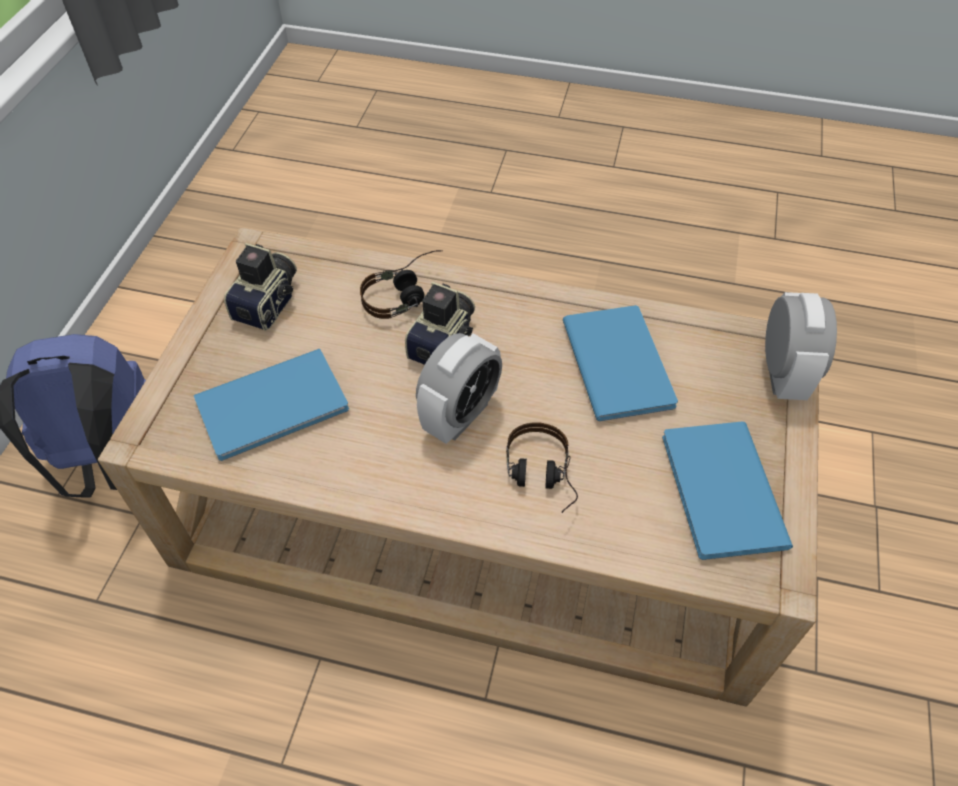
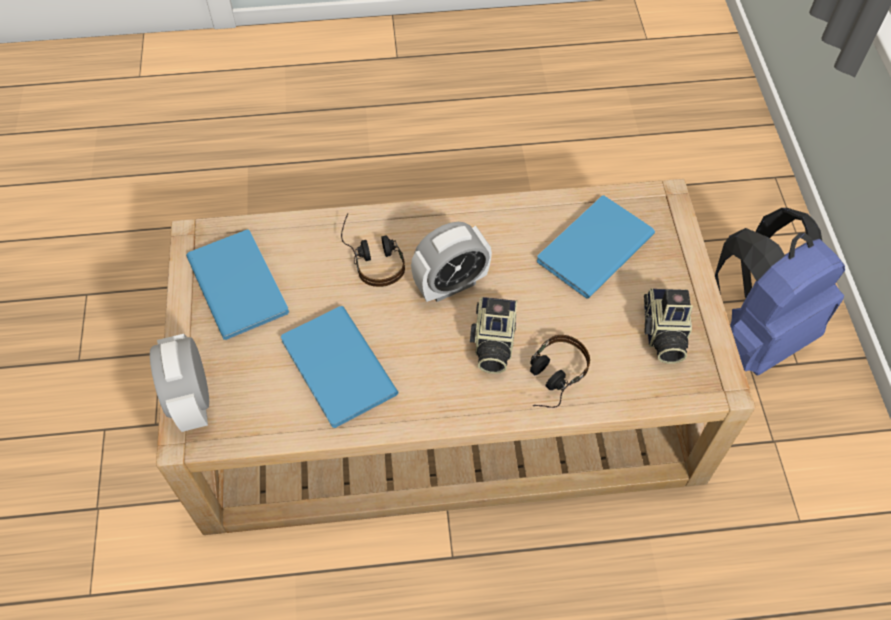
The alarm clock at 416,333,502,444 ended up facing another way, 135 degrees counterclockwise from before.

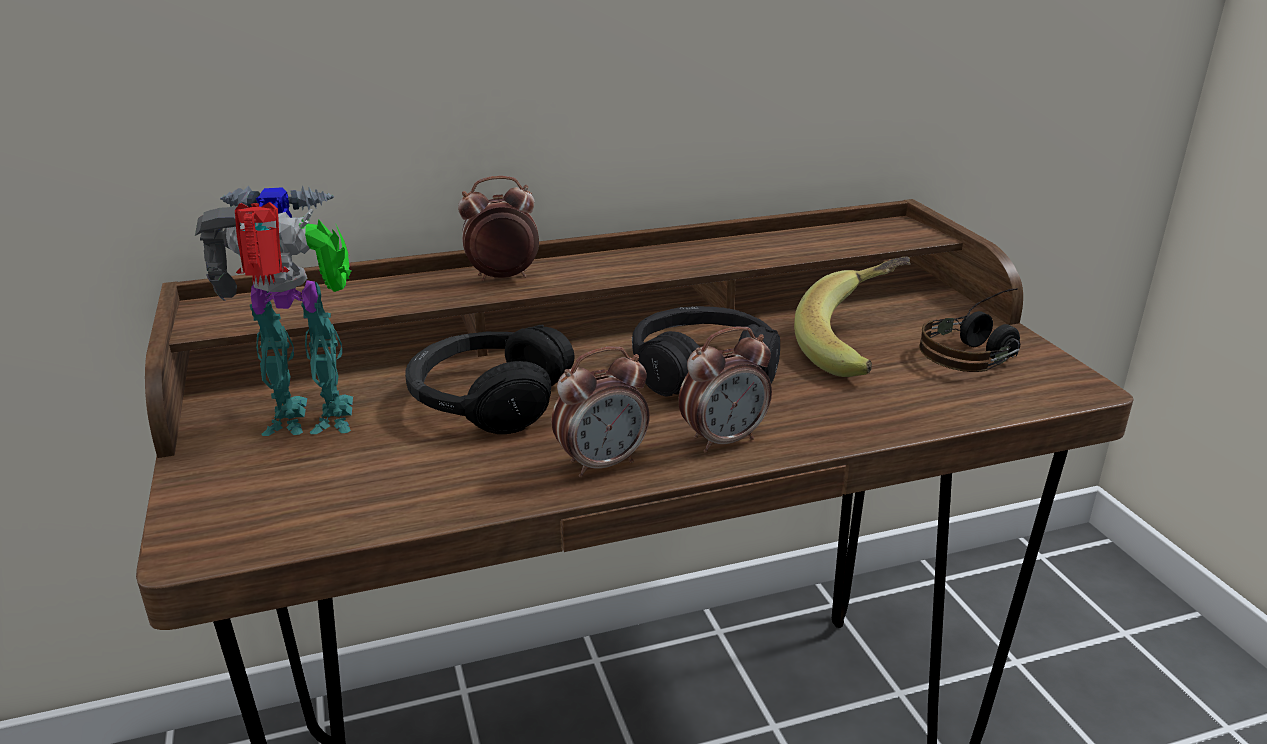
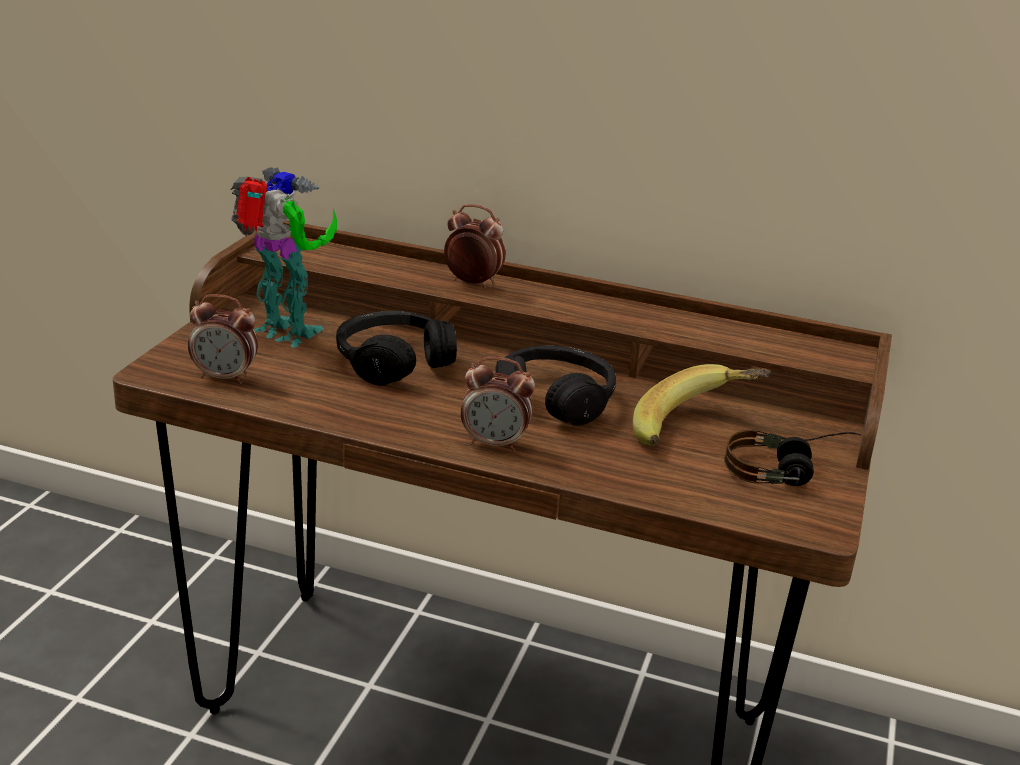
The alarm clock ended up elsewhere, having gone from 551,347,650,478 to 188,294,258,384.

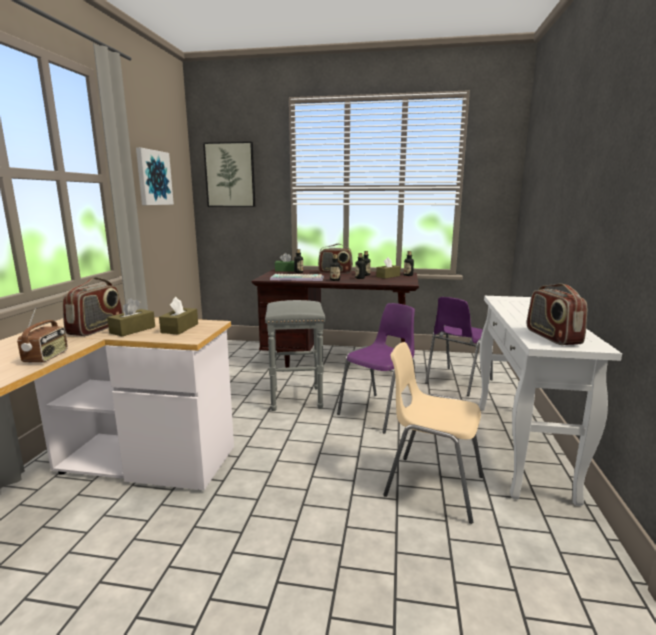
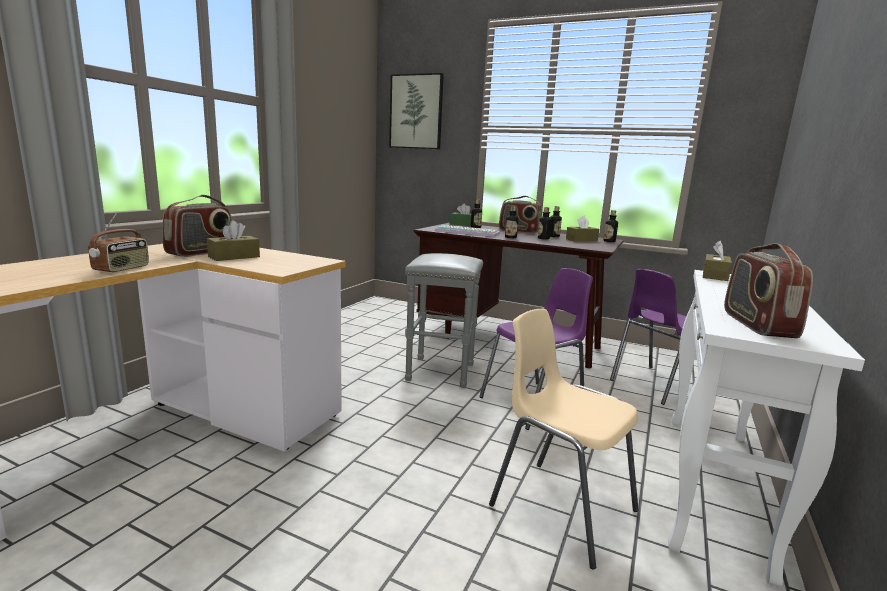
The second view lost the picture at 136,147,174,205.
The brown tissue box ended up elsewhere, having gone from 159,297,198,335 to 703,241,732,281.

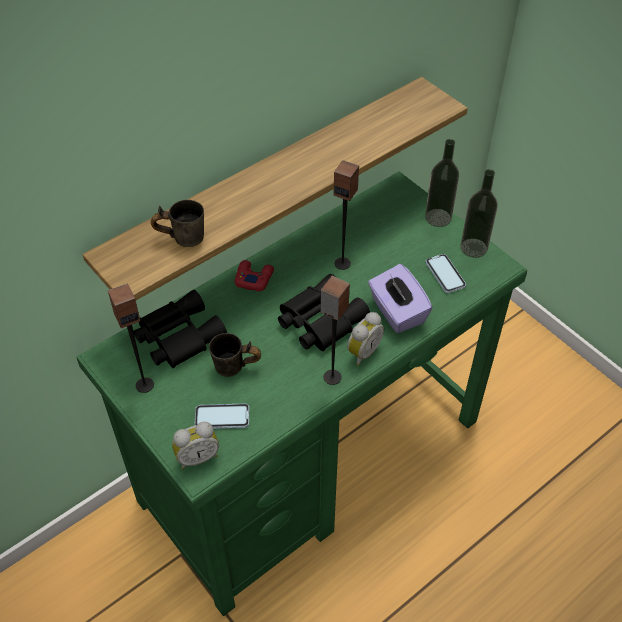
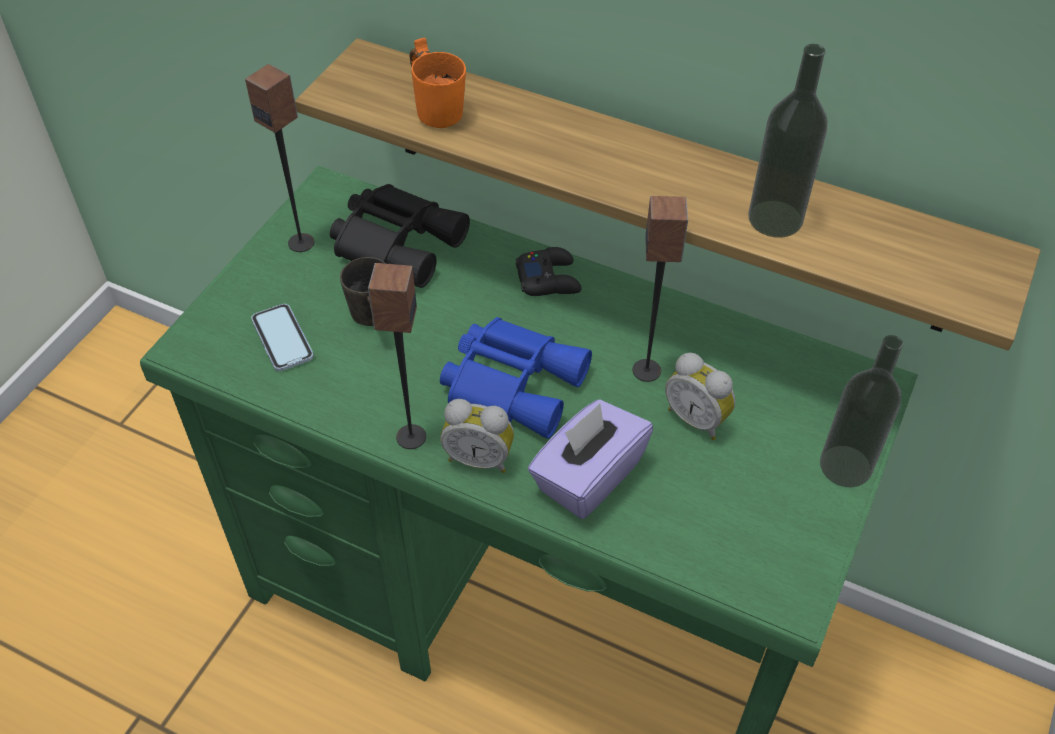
The second view lost the phone at 426,254,466,293.
The alarm clock ended up elsewhere, having gone from 172,422,219,469 to 665,353,735,440.
The bottle ended up elsewhere, having gone from 460,169,498,258 to 748,44,828,238.
What was the grey mug at 151,200,204,247 turned into the orange mug at 409,38,466,128.
What was the red game controller at 235,260,274,292 turned into the black game controller at 516,247,582,296.
What was the black binoculars at 278,274,370,351 turned into the blue binoculars at 440,317,592,439.

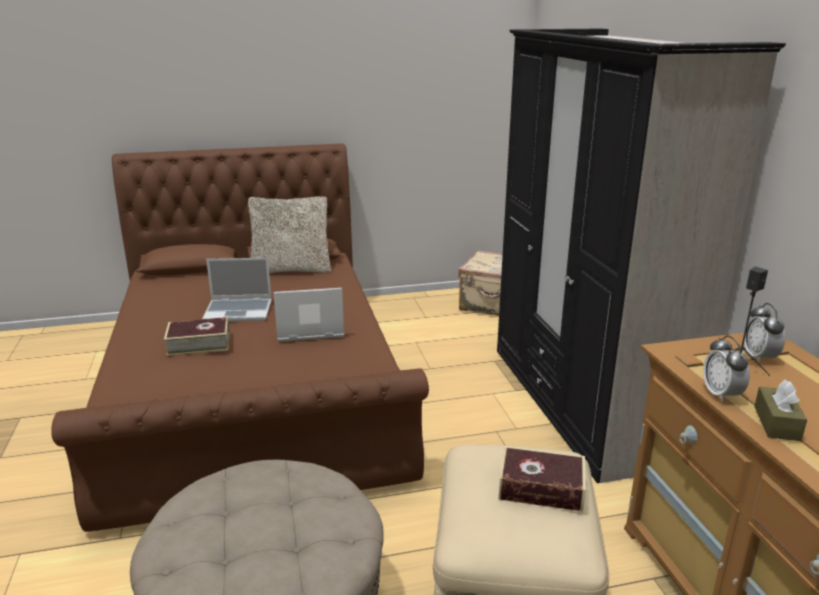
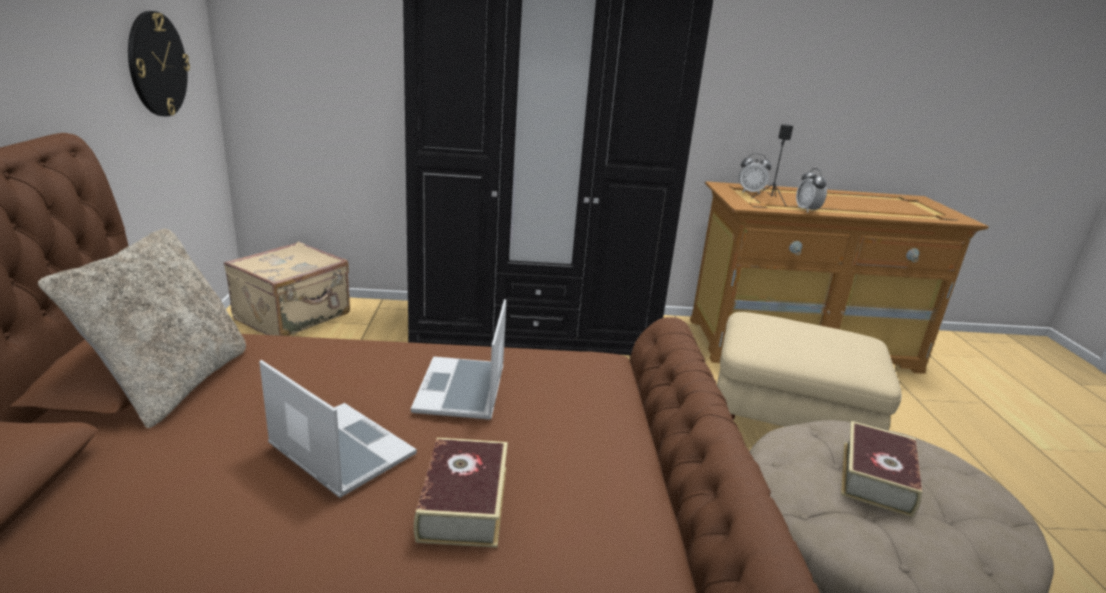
The second view lost the brown tissue box at 754,380,807,441.
The second view gained the wall clock at 128,11,190,117.
The book ended up elsewhere, having gone from 499,446,586,512 to 841,421,922,518.
The laptop at 202,258,272,322 ended up facing another way, 60 degrees counterclockwise from before.
The alarm clock at 703,335,750,402 ended up facing another way, 75 degrees clockwise from before.

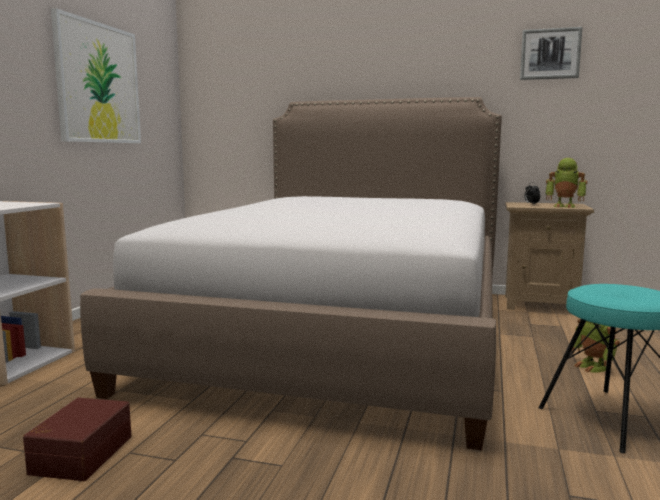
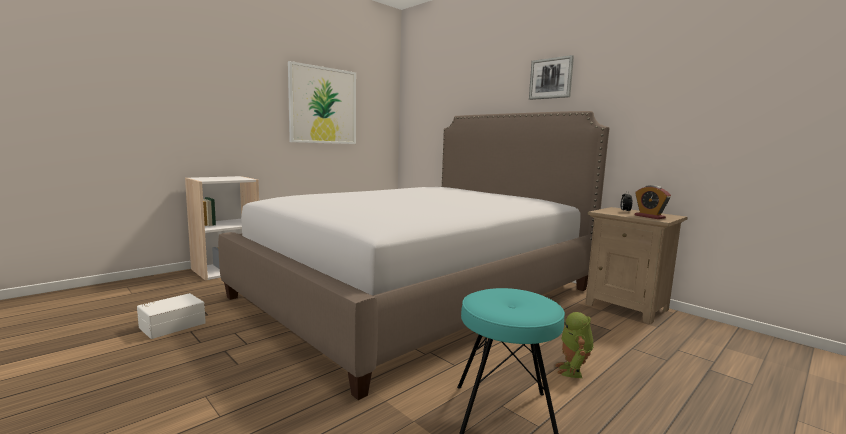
The picture ended up elsewhere, having gone from 520,27,582,80 to 529,55,574,100.
Where the toy robot stood at 545,158,587,208, the alarm clock came to stand at 635,185,671,219.
What was the brown storage box at 23,398,132,481 turned into the white storage box at 137,293,206,339.

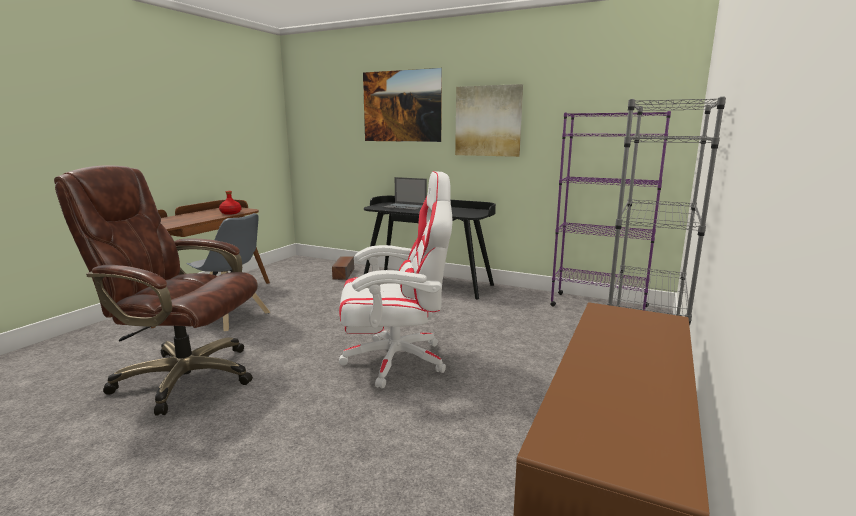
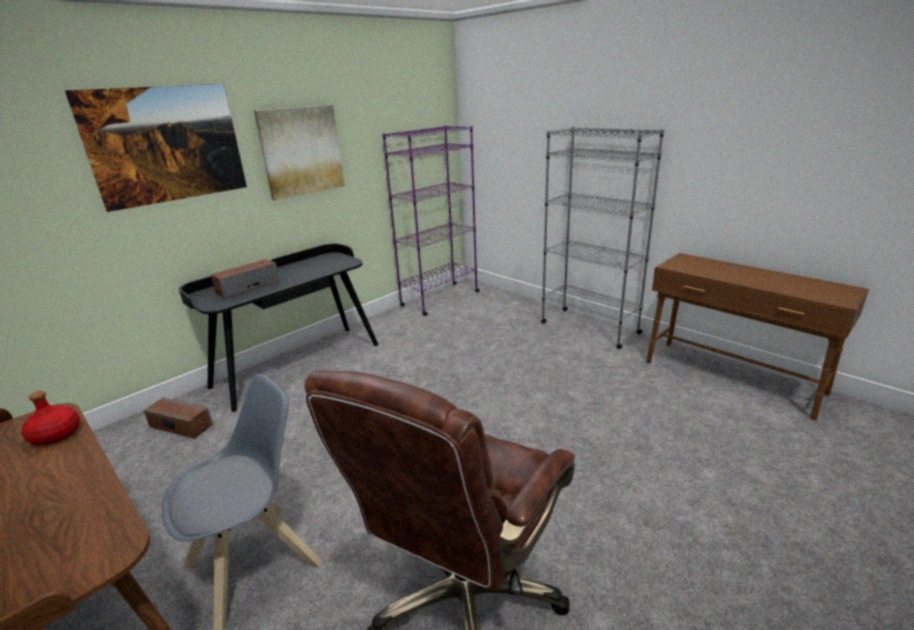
The second view lost the white office chair at 339,171,453,389.
Where the laptop stood at 382,177,427,211, the speaker came to stand at 211,259,280,299.

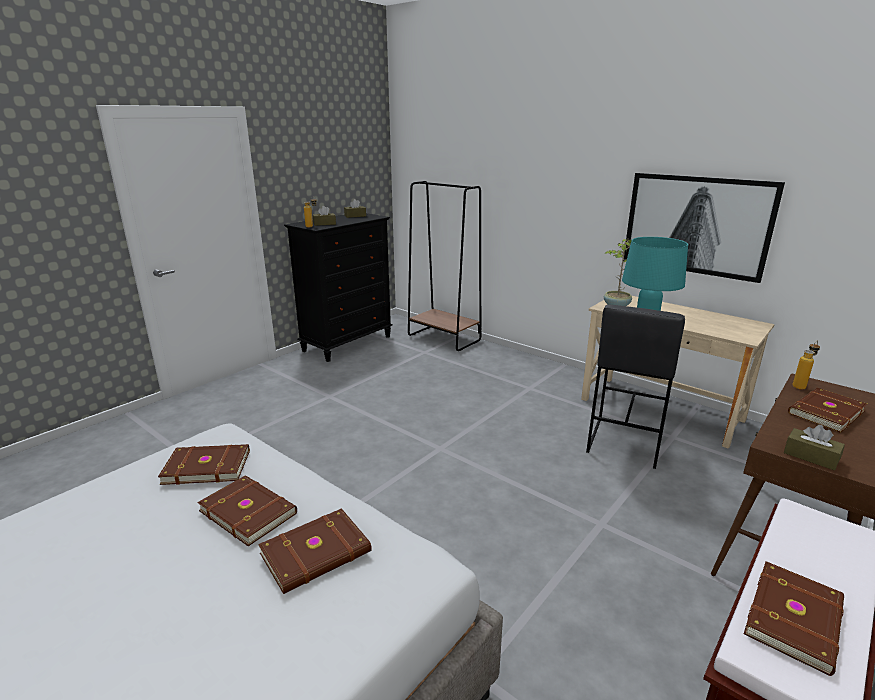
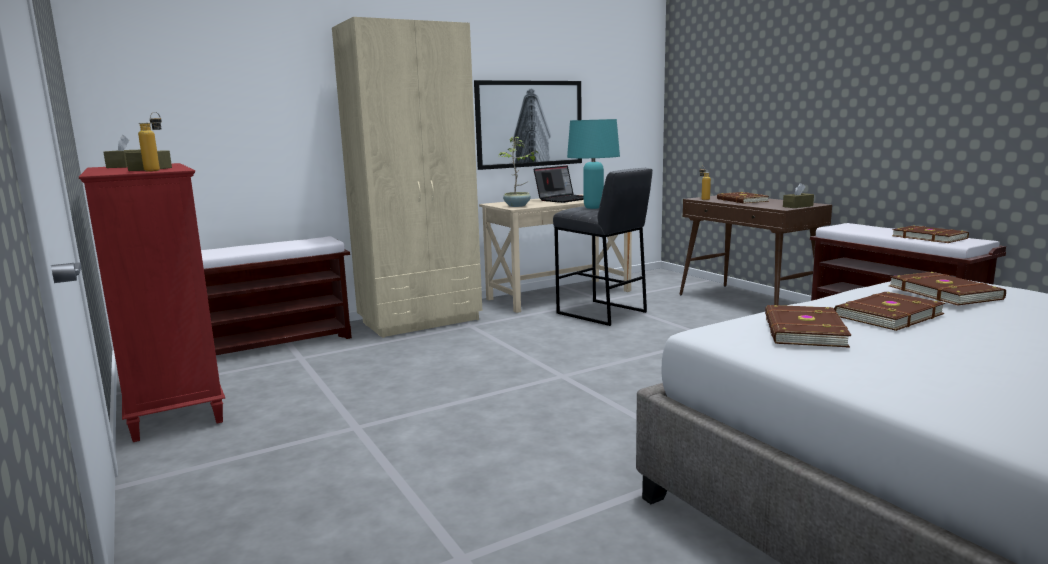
The second view gained the beige wardrobe at 332,17,482,338.
The second view gained the laptop at 534,166,584,203.
Where the clothes rack stood at 408,181,481,351, the brown bench came to stand at 201,236,352,355.
What was the black dresser at 284,213,392,362 turned into the red dresser at 79,163,225,442.

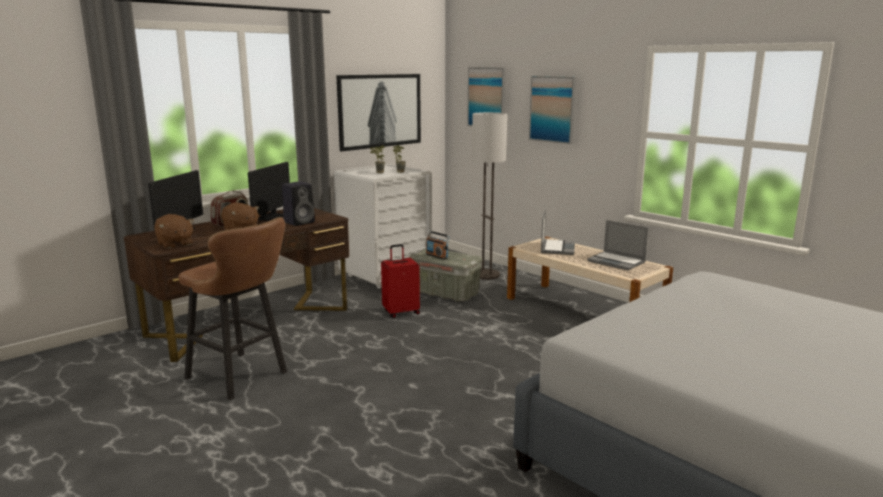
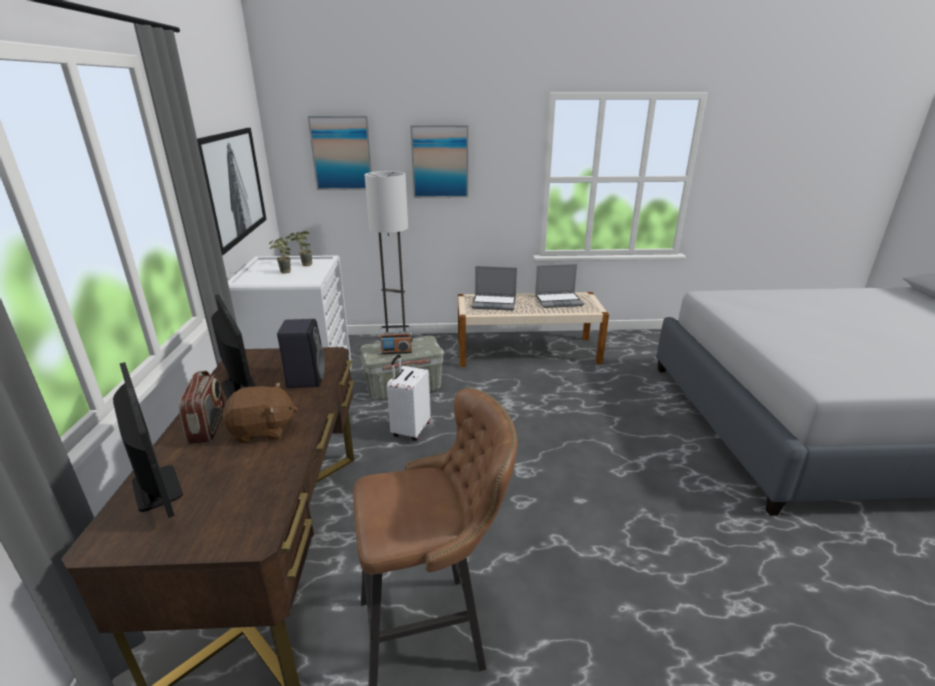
The second view lost the brown plush toy at 154,214,194,249.
What was the red suitcase at 381,244,420,318 turned into the white suitcase at 387,355,431,441.
The laptop at 541,210,575,255 ended up facing another way, 135 degrees clockwise from before.

